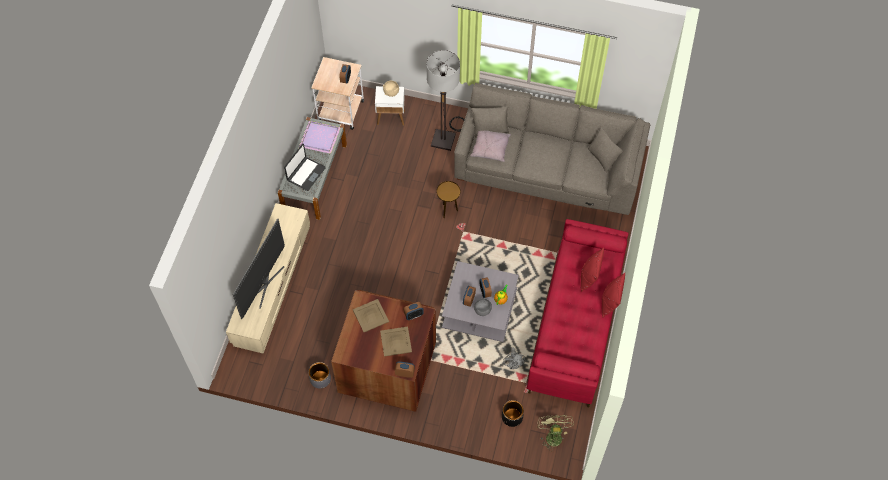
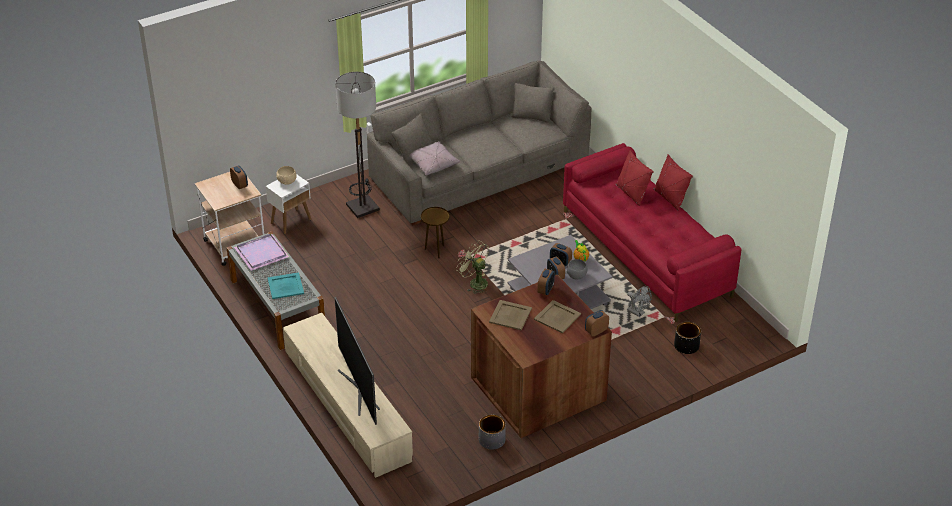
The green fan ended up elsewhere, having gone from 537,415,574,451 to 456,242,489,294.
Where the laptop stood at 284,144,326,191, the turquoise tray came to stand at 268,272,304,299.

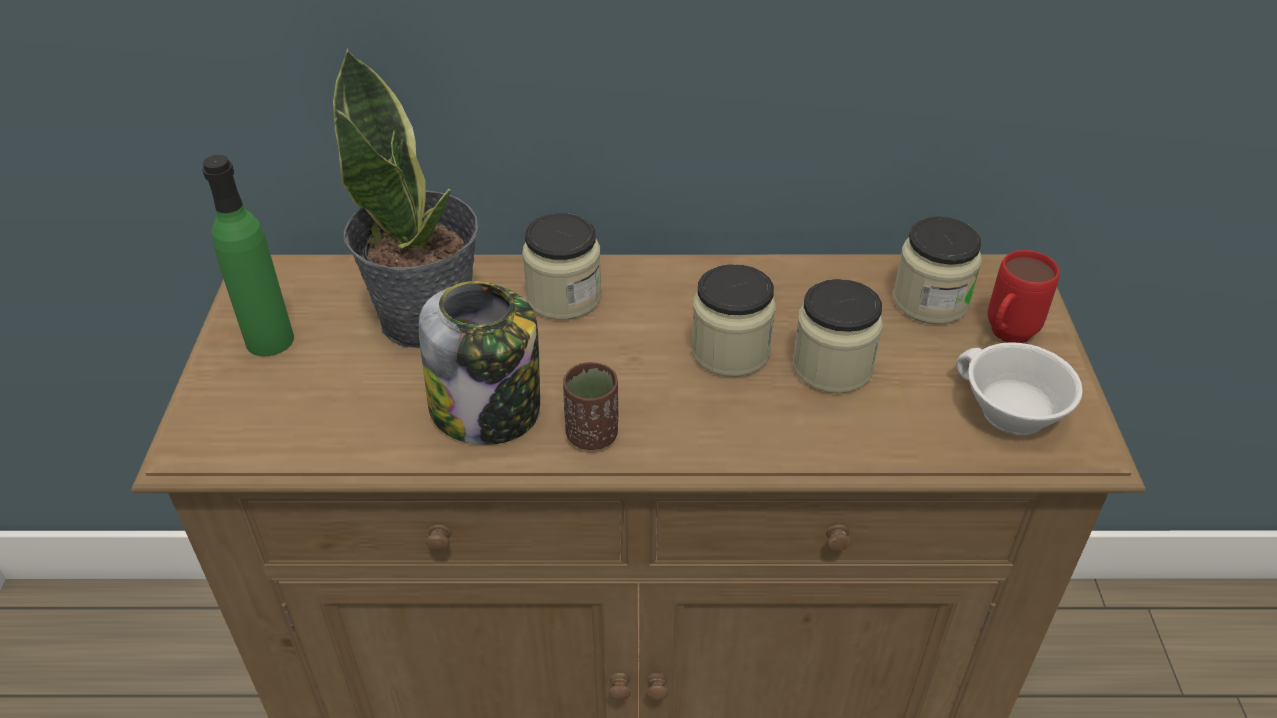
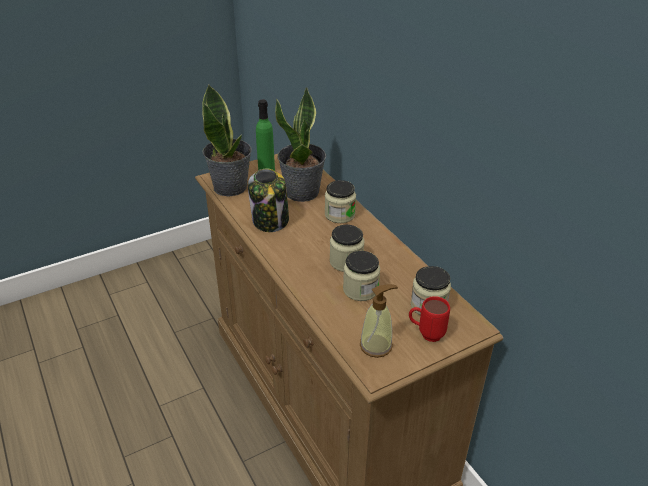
The second view lost the brown cup at 563,362,618,450.
The second view gained the potted plant at 202,85,252,196.
Where the white cup stood at 956,342,1083,436, the soap dispenser came to stand at 360,284,398,358.

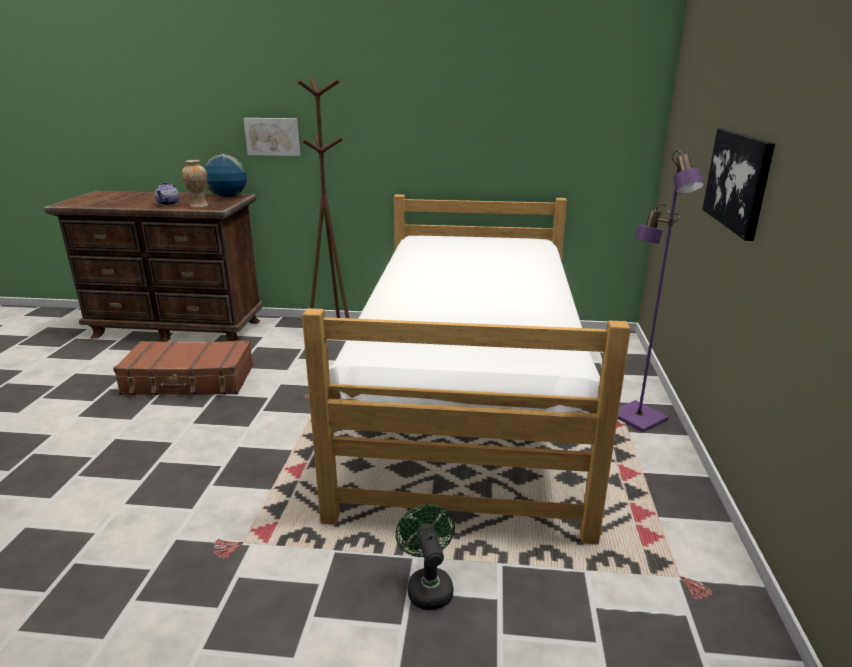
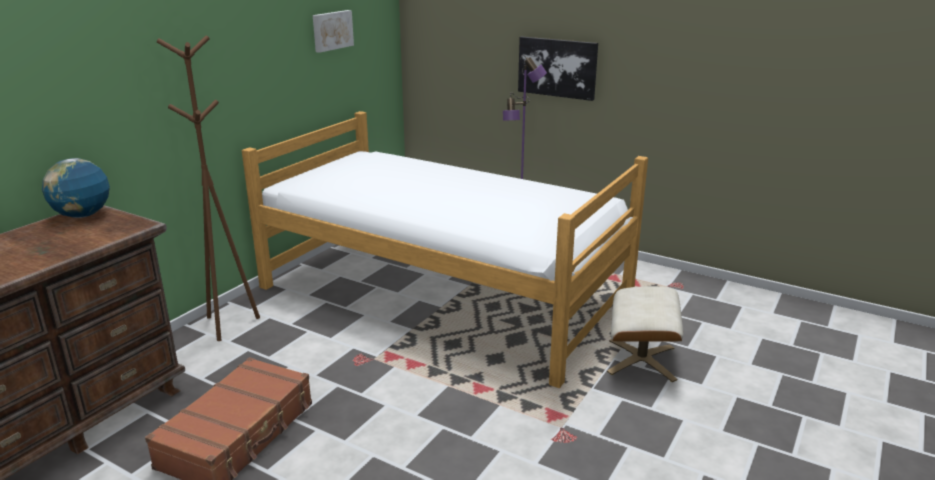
The second view lost the teapot at 155,182,179,205.
The second view lost the vase at 182,160,208,208.
The picture ended up elsewhere, having gone from 243,118,300,156 to 313,10,354,53.
Where the green fan stood at 395,504,455,610, the beige ottoman came to stand at 607,286,683,382.

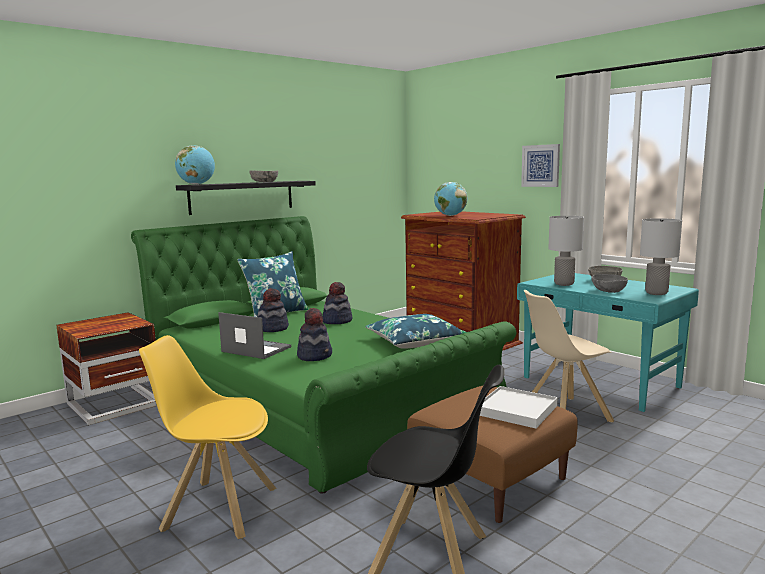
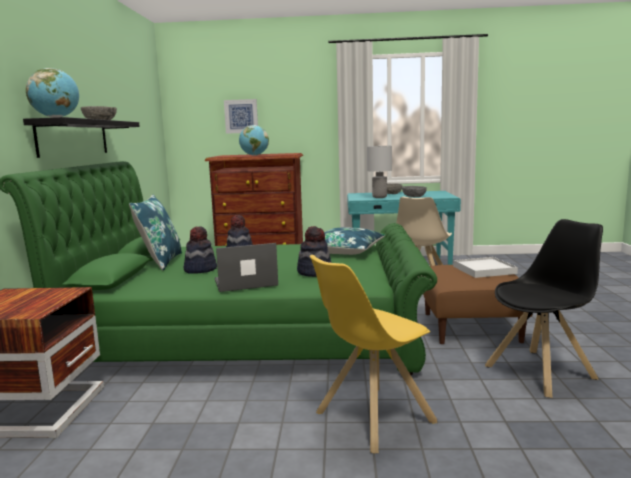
The second view lost the grey table lamp at 640,218,682,295.
The picture ended up elsewhere, having gone from 521,144,560,187 to 224,99,258,134.

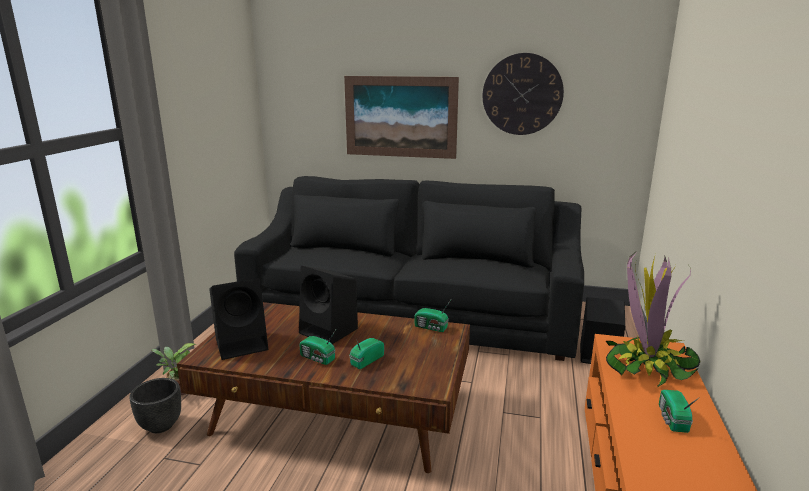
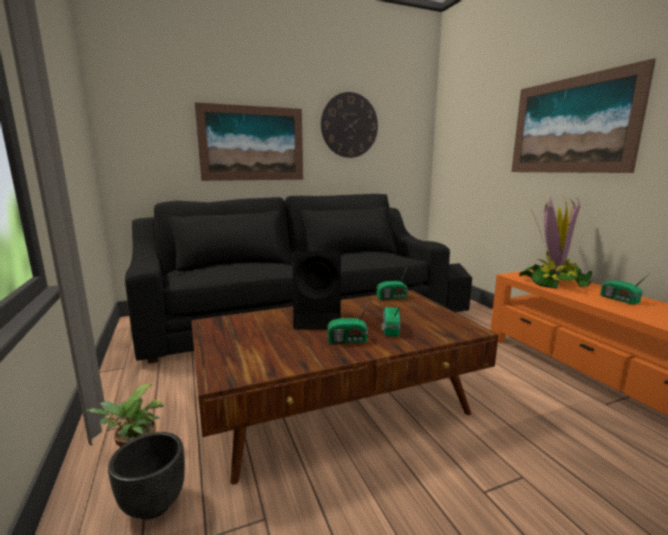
The second view lost the black speaker at 209,278,268,360.
The second view gained the picture at 511,58,656,173.

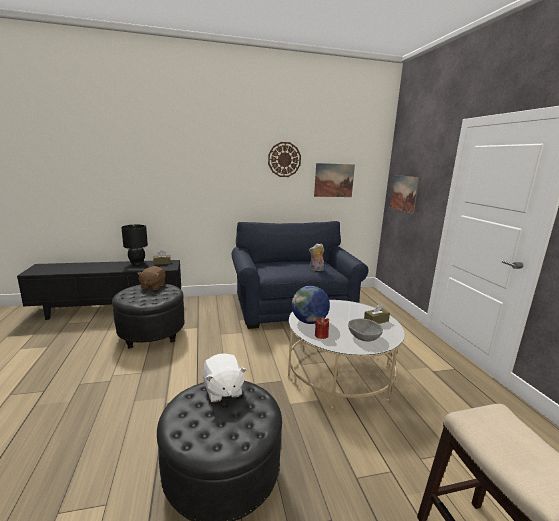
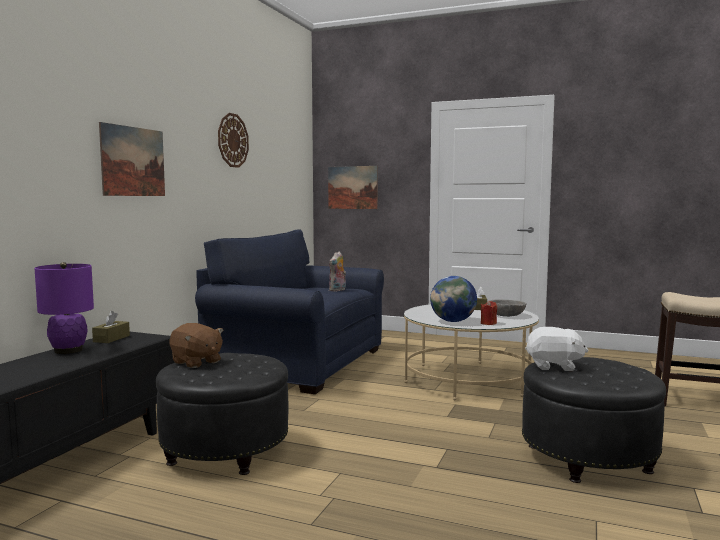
The picture ended up elsewhere, having gone from 314,163,355,197 to 99,122,165,196.
What was the black table lamp at 121,225,148,265 turned into the purple table lamp at 34,262,94,354.

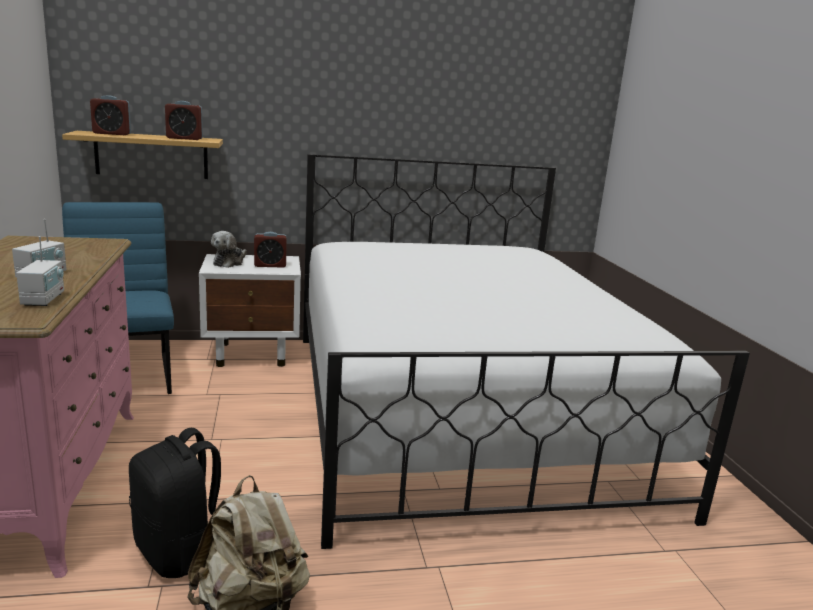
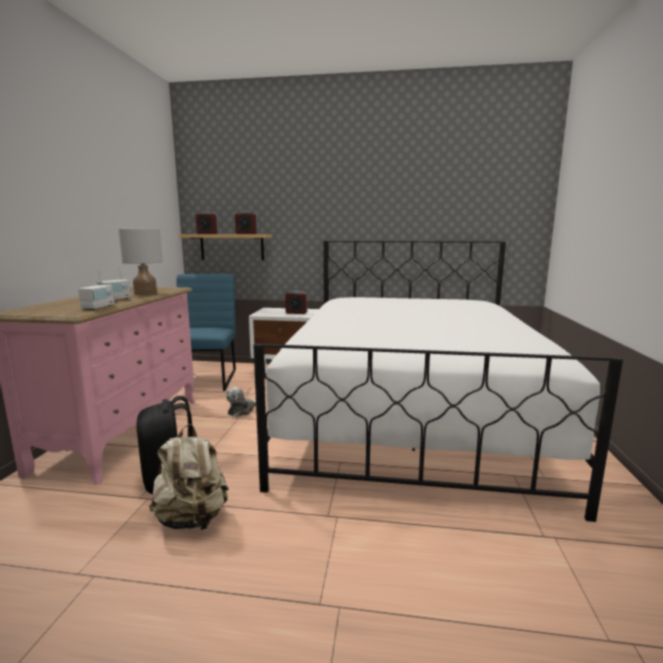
The second view gained the grey table lamp at 118,228,163,295.
The plush toy ended up elsewhere, having gone from 211,231,247,268 to 226,387,256,417.

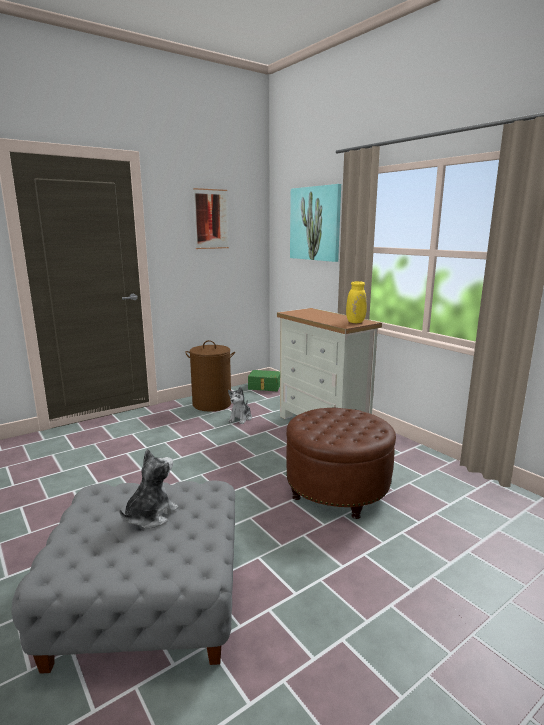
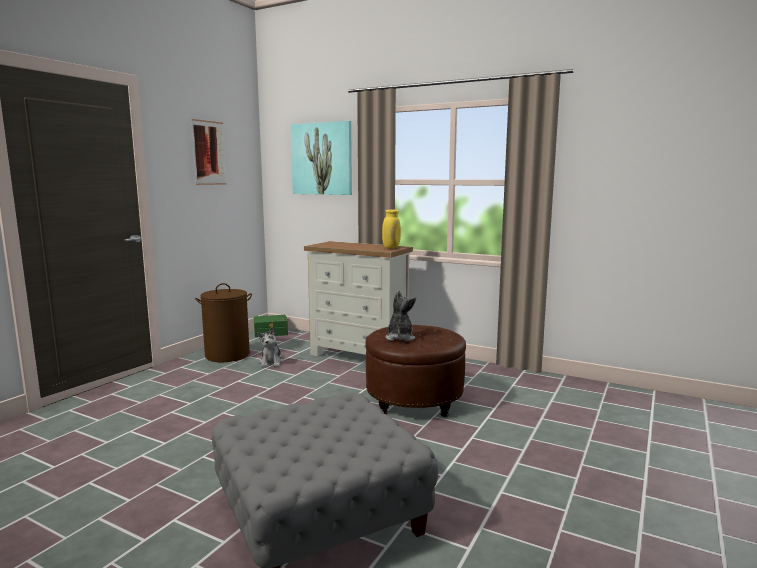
The plush toy ended up elsewhere, having gone from 119,449,178,529 to 385,290,416,341.

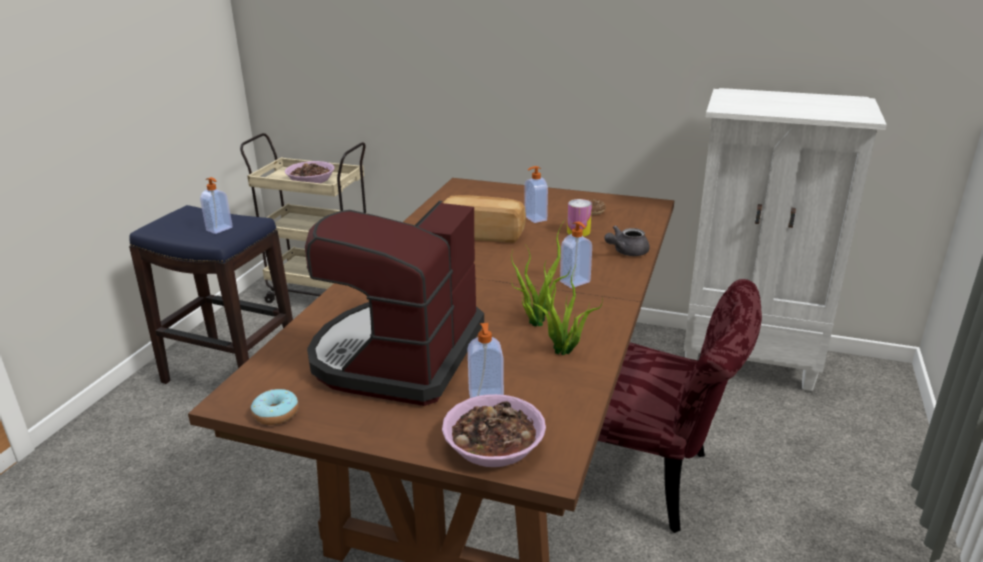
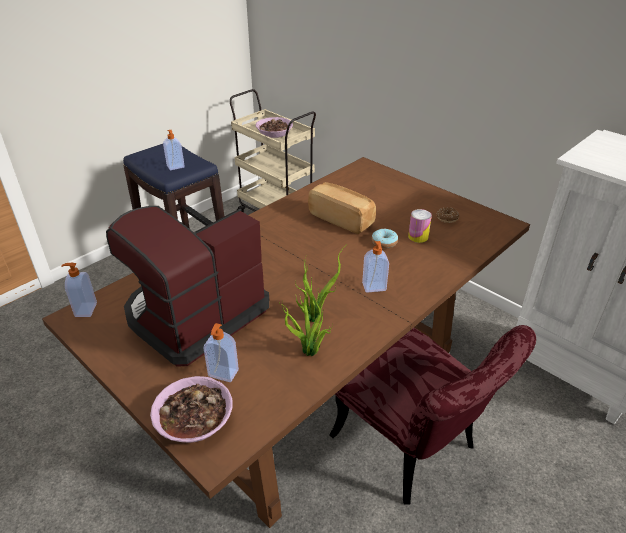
The second view lost the grey teapot at 604,226,650,256.
The donut ended up elsewhere, having gone from 251,389,298,425 to 372,228,398,249.
The soap dispenser ended up elsewhere, having gone from 524,166,548,223 to 61,263,97,317.

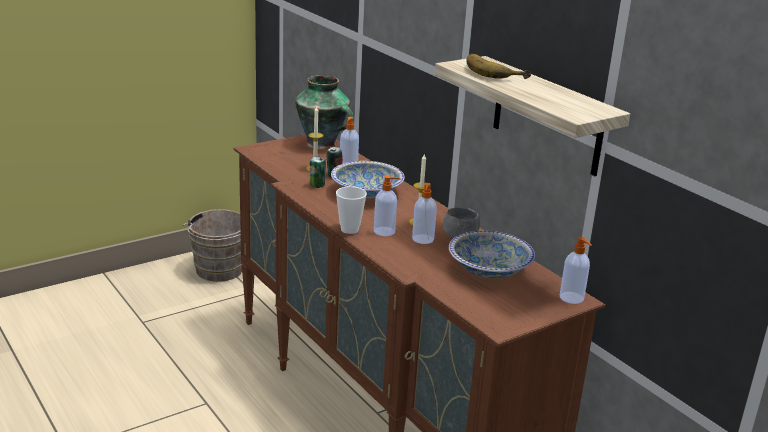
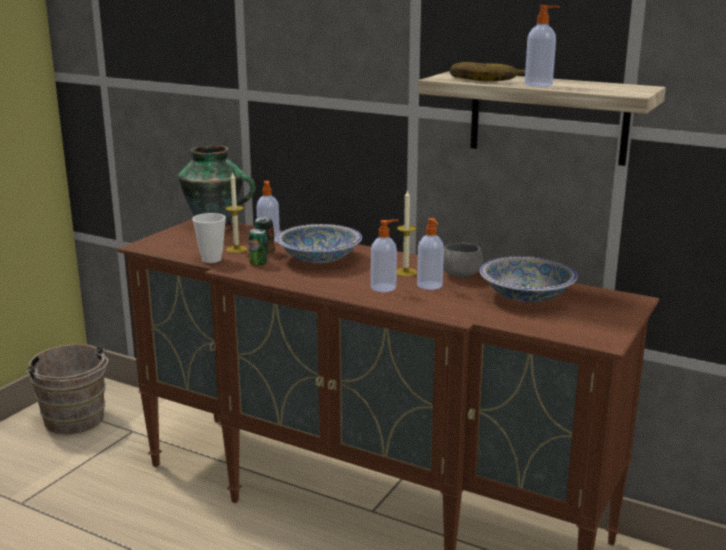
The cup ended up elsewhere, having gone from 336,186,367,234 to 192,213,226,263.
The soap dispenser ended up elsewhere, having gone from 560,237,592,304 to 525,5,560,87.

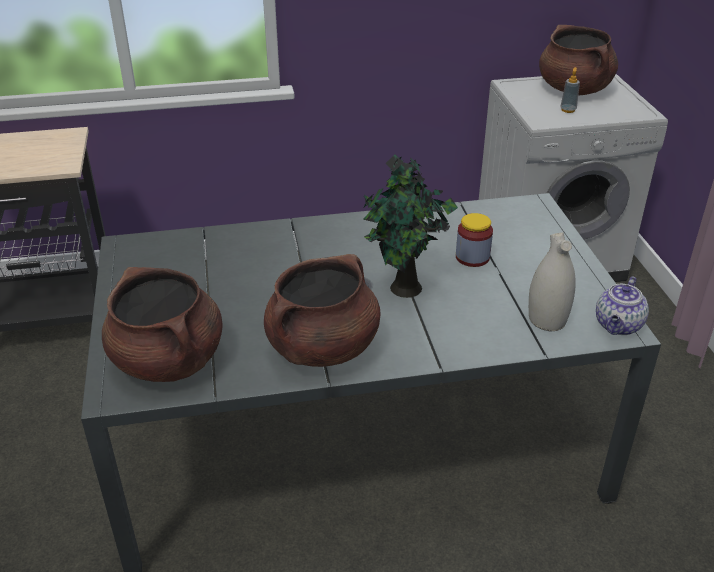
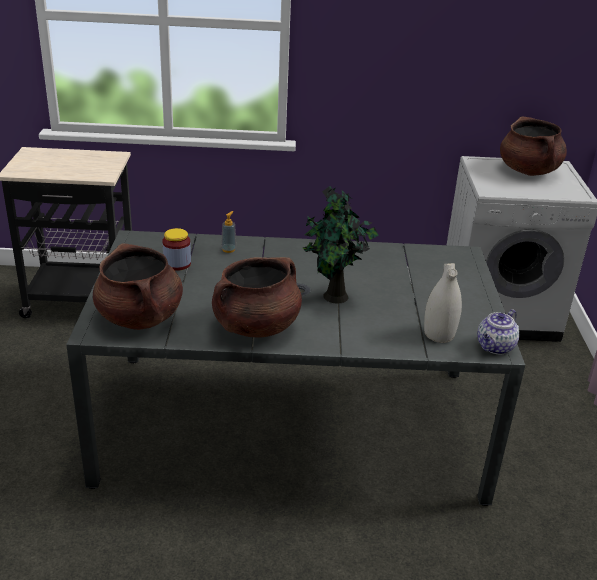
The jar ended up elsewhere, having gone from 456,213,493,267 to 162,228,191,271.
The soap dispenser ended up elsewhere, having gone from 560,67,580,113 to 221,211,236,253.

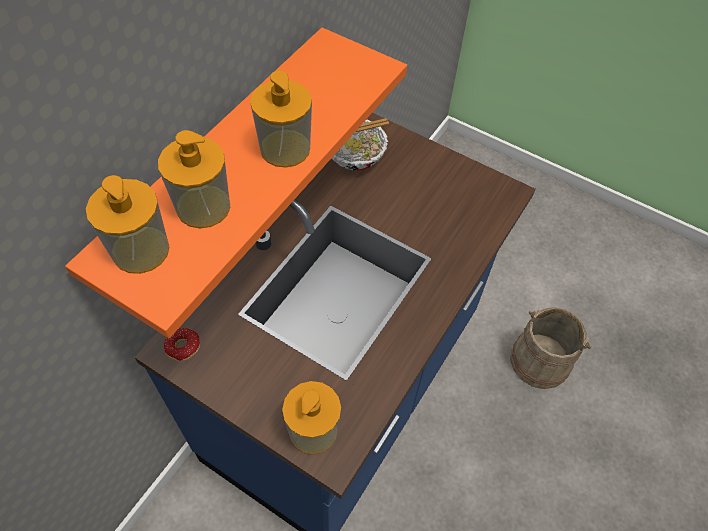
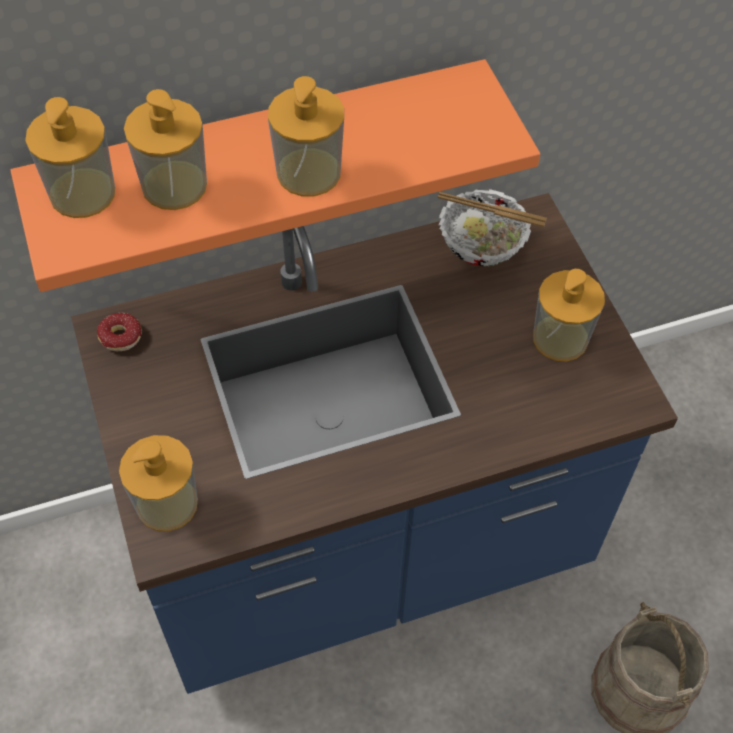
The second view gained the soap dispenser at 533,269,605,361.

